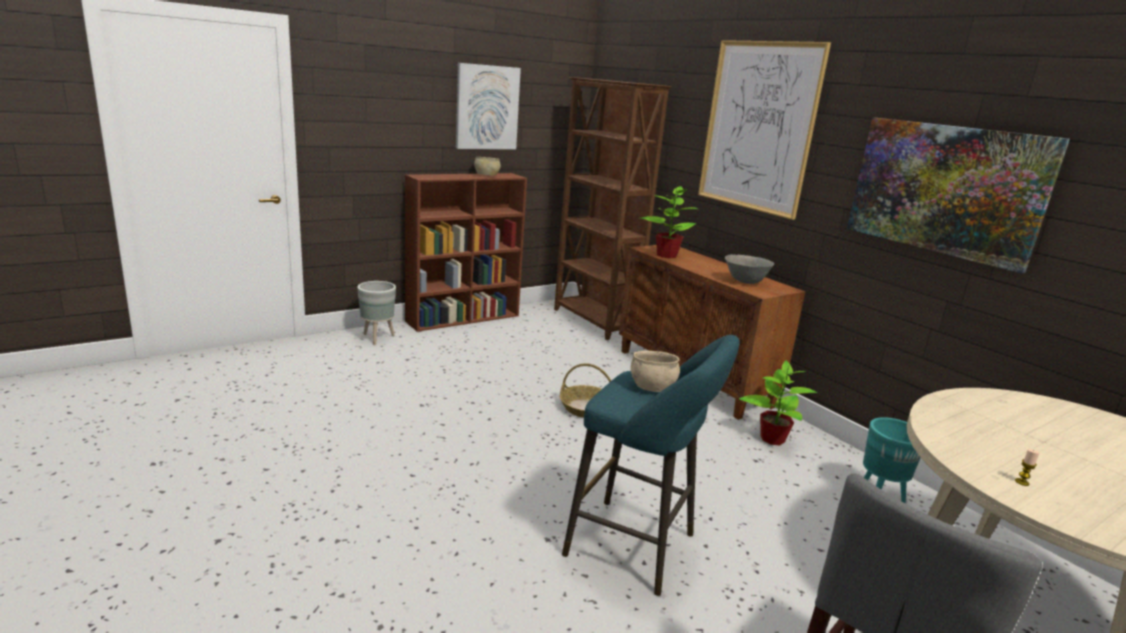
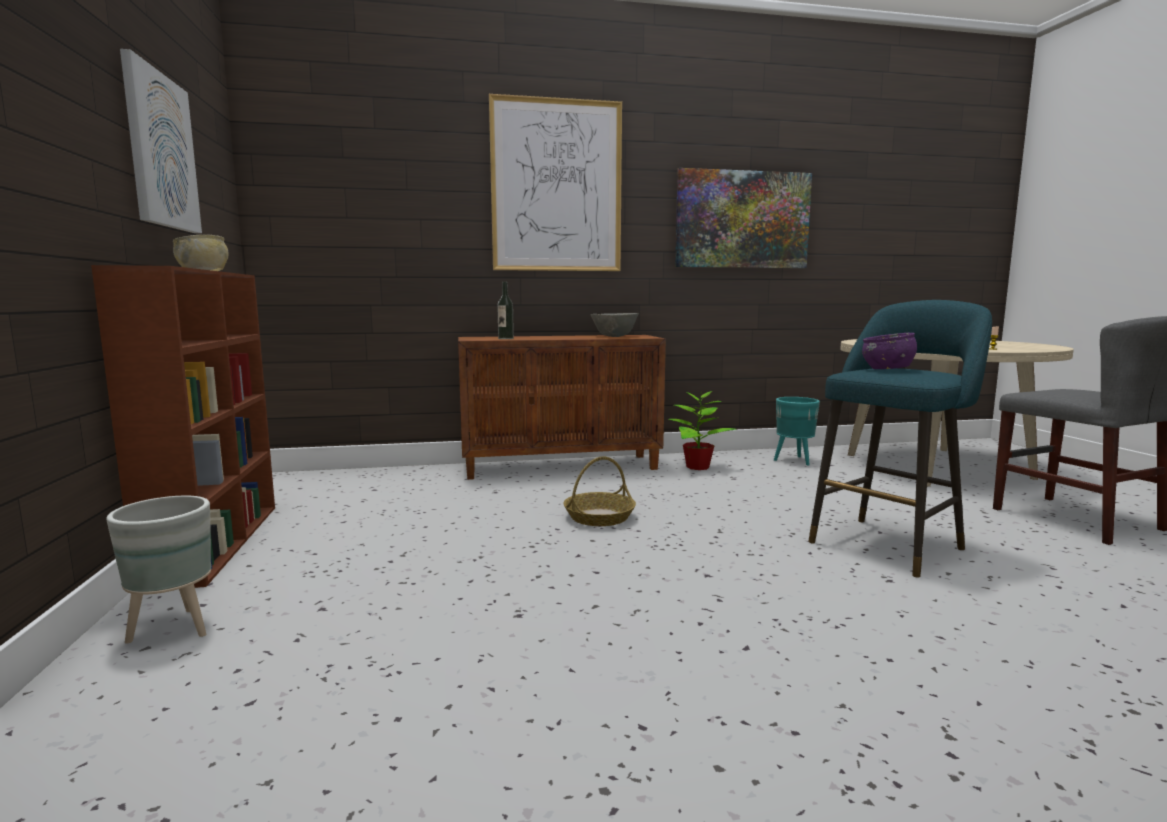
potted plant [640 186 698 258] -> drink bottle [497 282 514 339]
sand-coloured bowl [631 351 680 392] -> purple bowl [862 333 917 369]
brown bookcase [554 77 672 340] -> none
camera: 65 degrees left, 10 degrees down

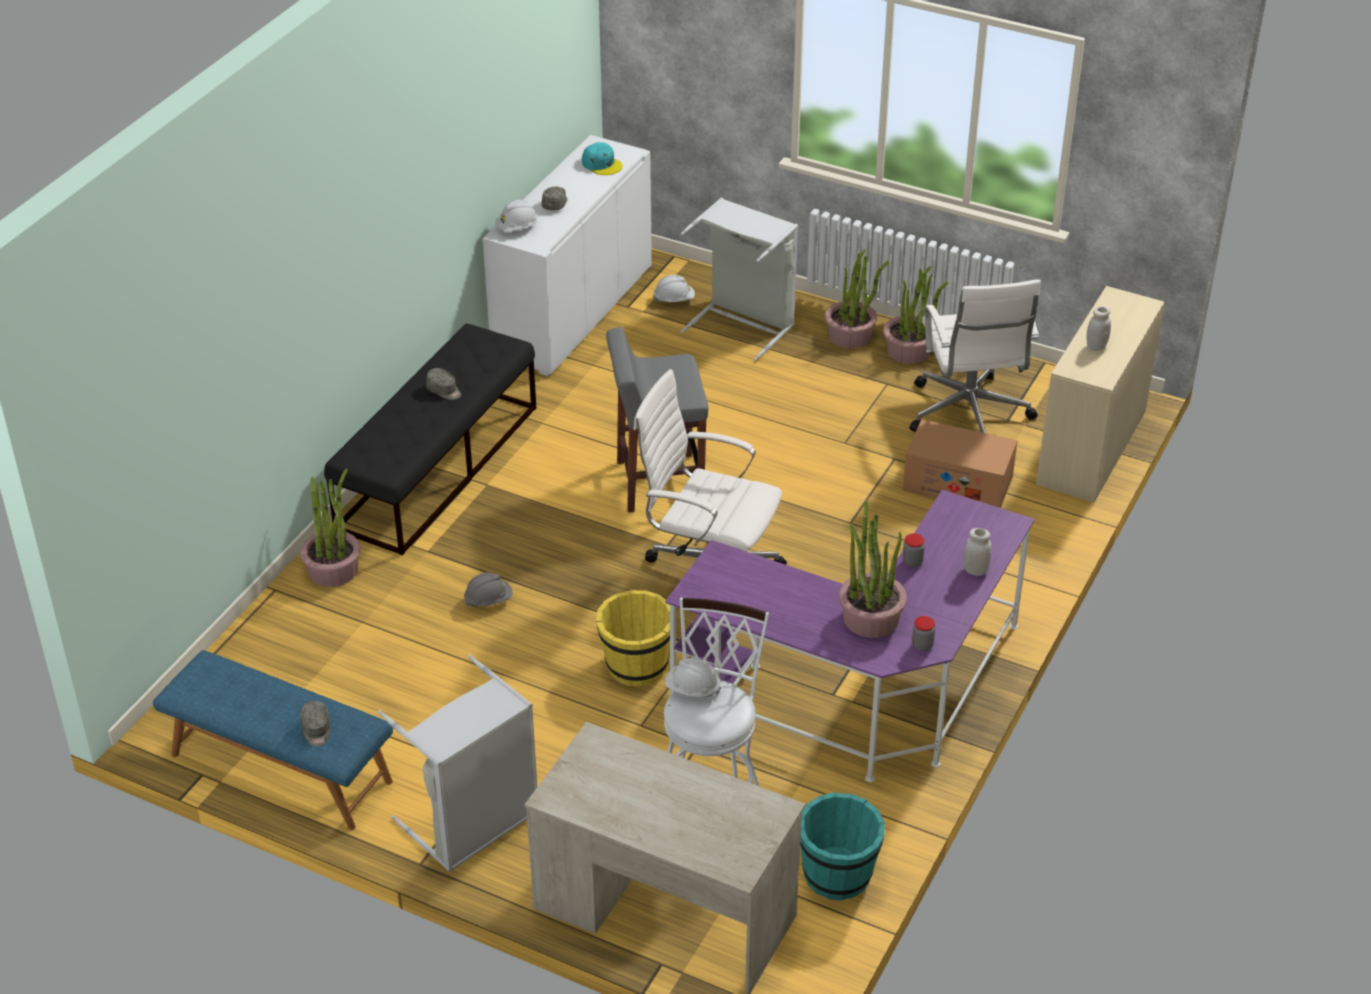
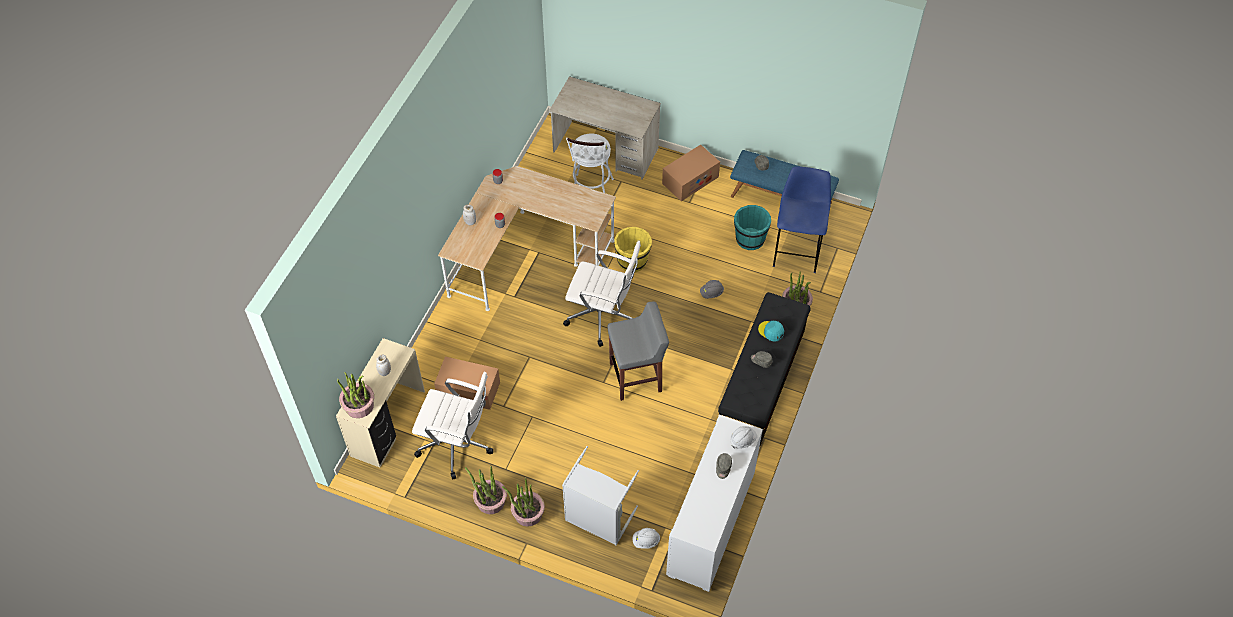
potted plant [839 501 907 638] -> potted plant [337 372 374 418], move
whitish computer chair [910 279 1041 433] -> whitish computer chair [412 372 493 480], 120 degrees clockwise
purple desk unit [665 490 1035 782] -> sand-coloured desk unit [438 166 616 311]
grey laundry basket [378 655 537 872] -> packing box [662 145 720 201]
turquoise-coloured bucket [800 792 885 900] -> turquoise-coloured bucket [734 205 771 250], move
turquoise-coloured peaked cap [582 142 623 175] -> turquoise-coloured peaked cap [758 321 784 341], move
none -> bluish stool seat [773 167 831 273]
camera: 175 degrees right, 15 degrees up

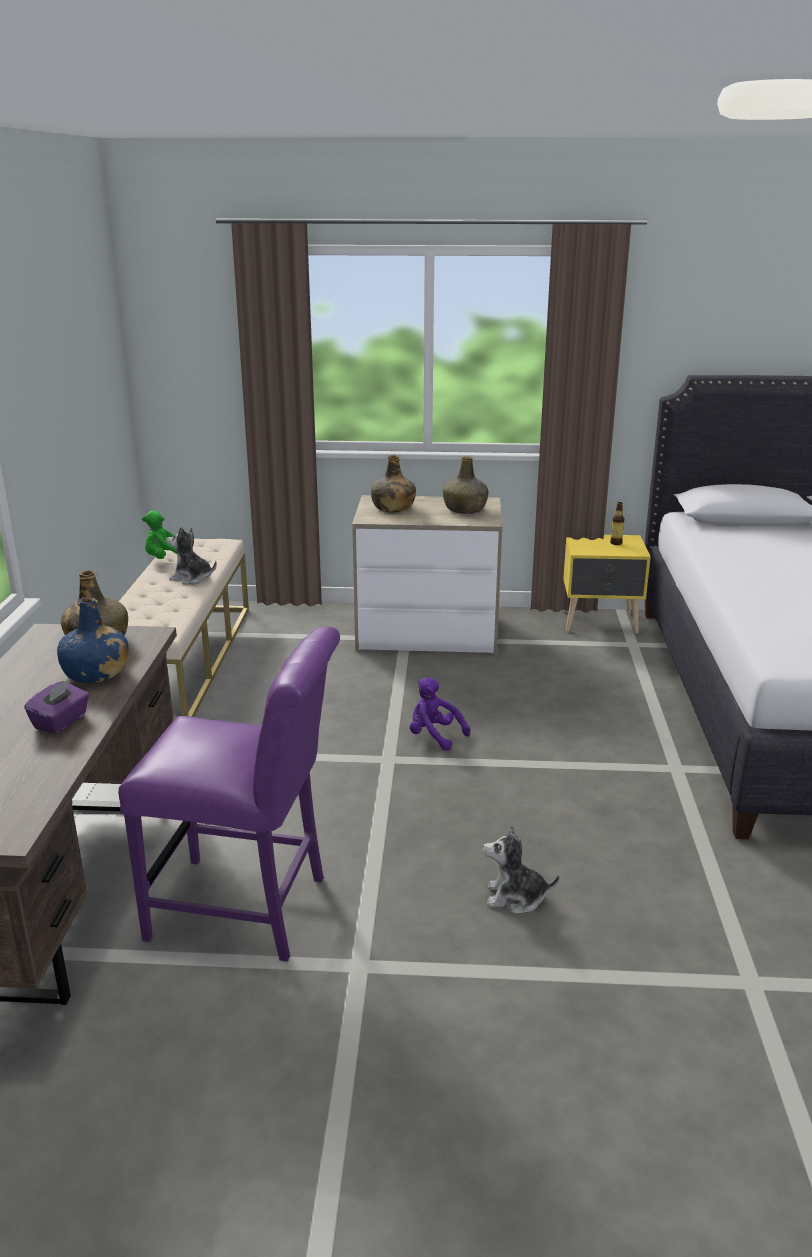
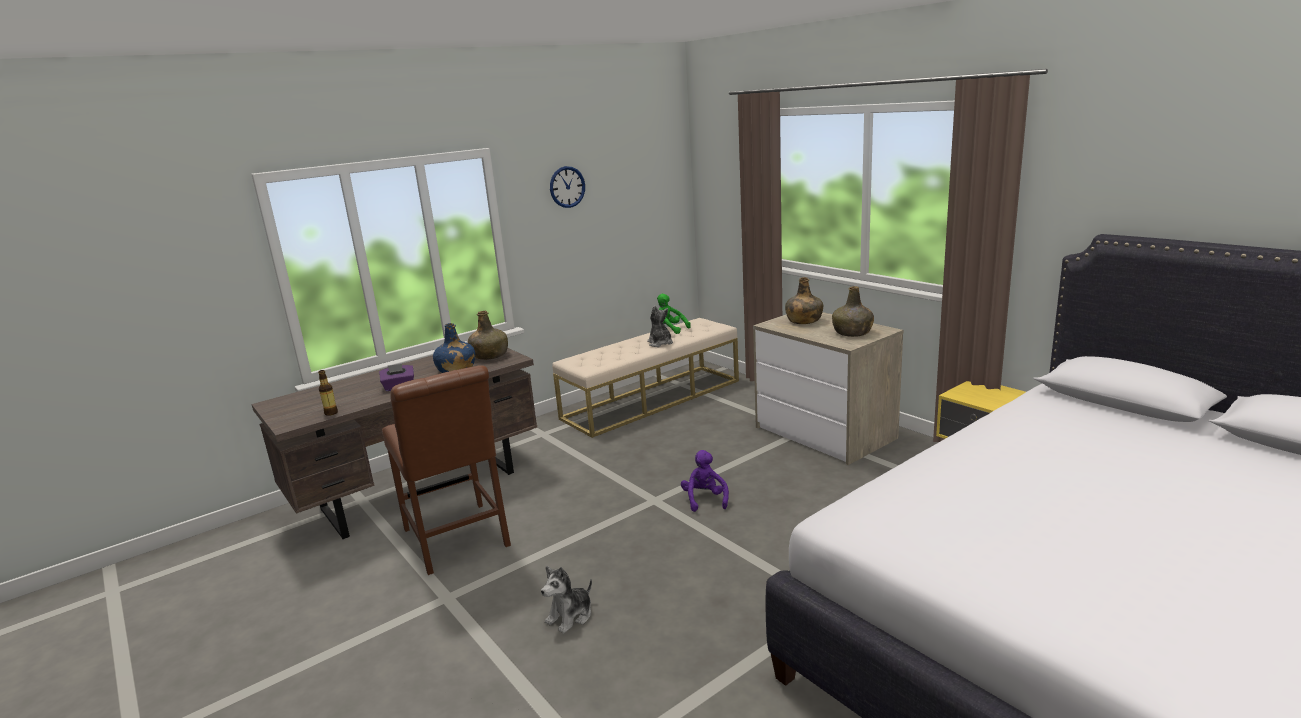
drink bottle [610 502 624 545] -> drink bottle [318 370 338 416], move
purple chair [118 626 340 962] -> brown chair [382 365 511 575]
soft toy [483 825 559 914] -> soft toy [541 566 592 634], 105 degrees counterclockwise
none -> wall clock [550 166 585 208]
camera: 50 degrees right, 5 degrees down

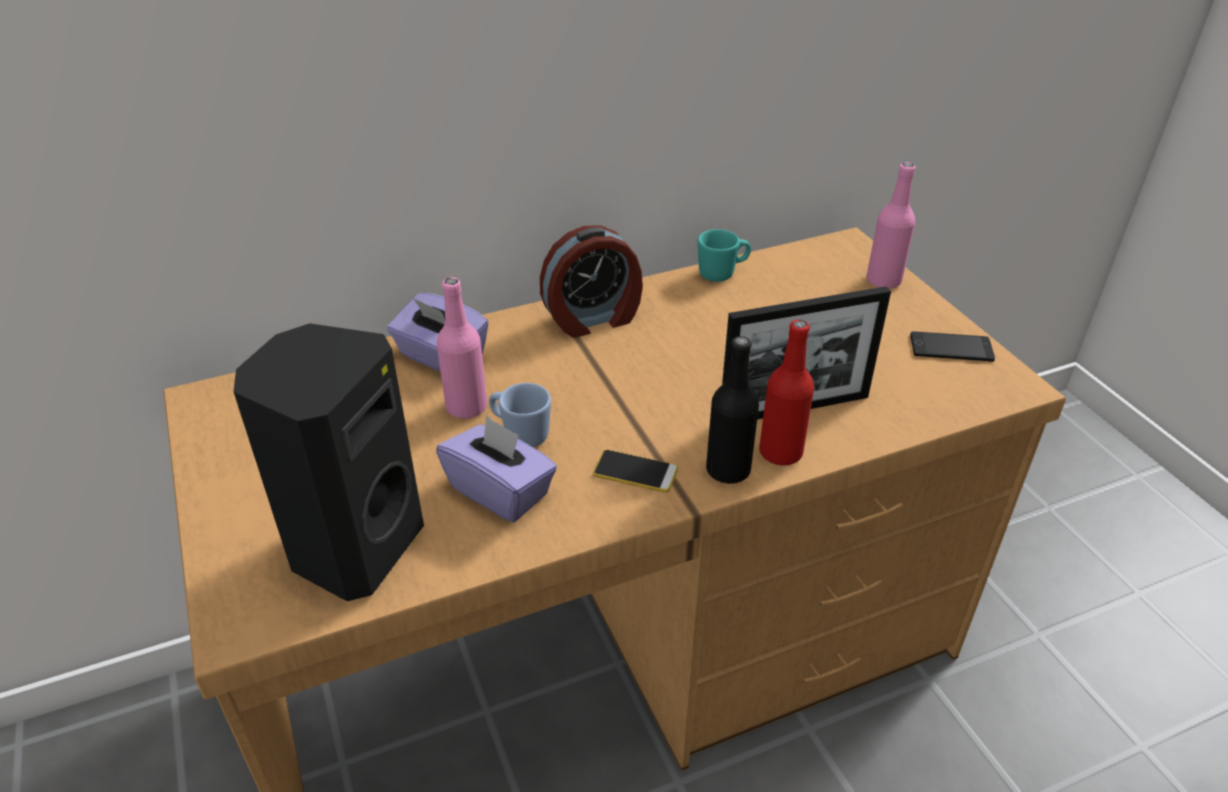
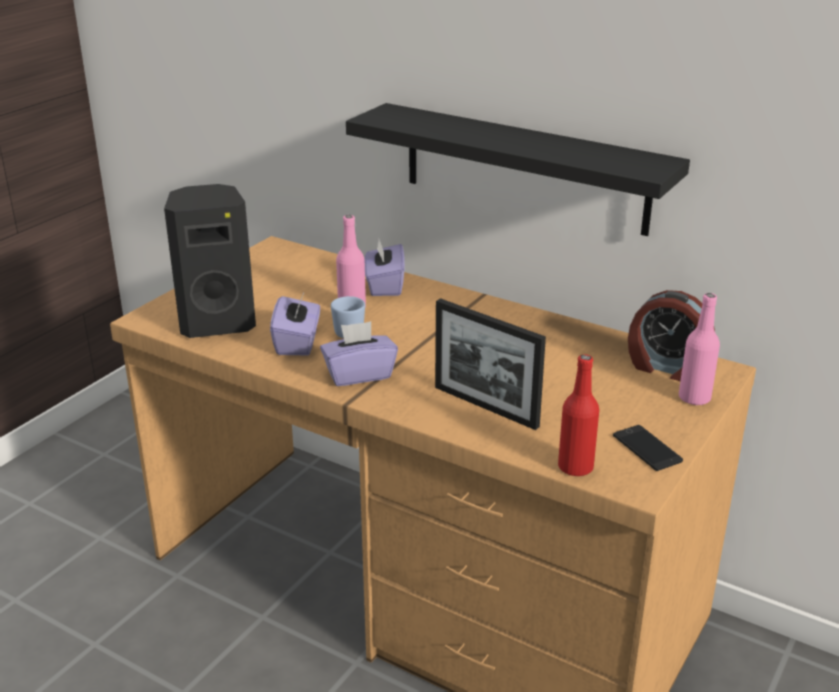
telephone [593 450 678 493] -> purple tissue box [320 321 398 386]
none -> black-coloured wall shelf [346 103 690 236]
reddish drink bottle [759 320 814 465] -> reddish drink bottle [558 354 599 476], move
alarm clock [540 225 643 338] -> alarm clock [628 290 715 381], move
turquoise-coloured mug [698 229 751 282] -> none
black-coloured drink bottle [706 336 759 484] -> none
camera: 55 degrees right, 10 degrees down

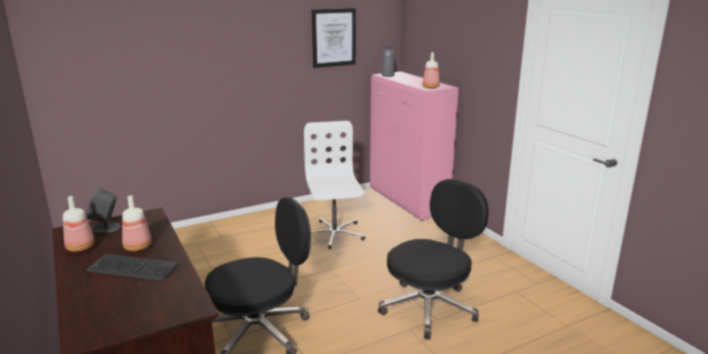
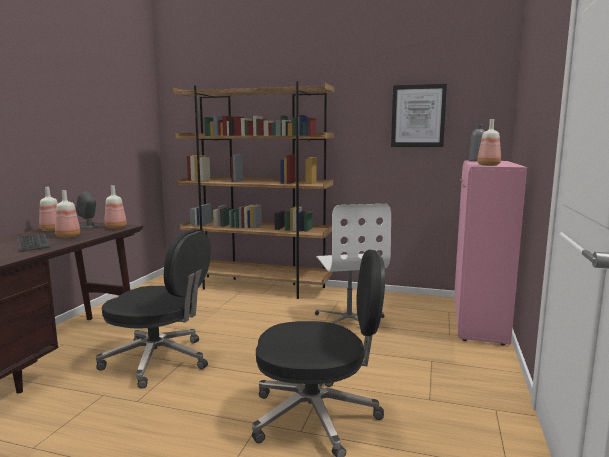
none -> drink bottle [104 185 127 229]
none -> brown bookcase [173 81 334 299]
whitish computer chair [304 121 365 249] -> whitish computer chair [315 204 391 323], 135 degrees clockwise
camera: 45 degrees right, 10 degrees down

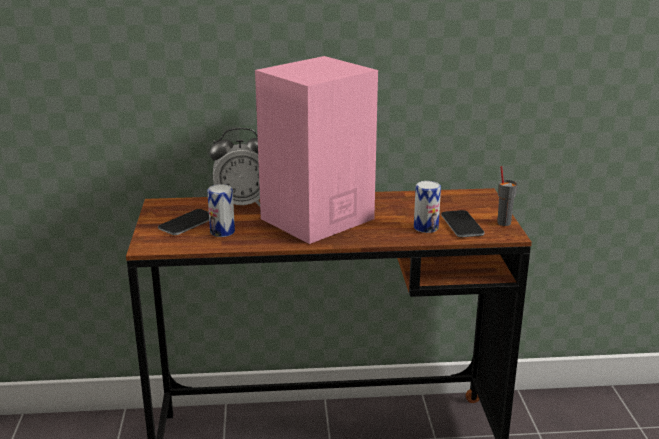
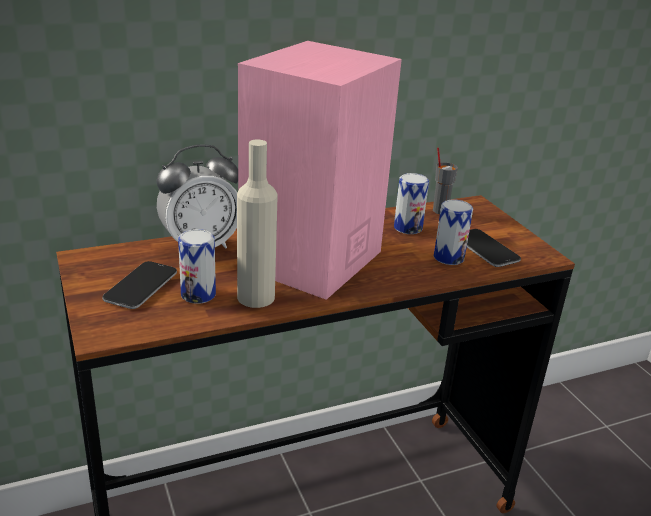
none -> sand-coloured drink bottle [237 139 278 308]
none -> metal can [394 173 429 234]
grey drinking cup [497 166 518 226] -> grey drinking cup [433 147 458 214], move
camera: 20 degrees left, 5 degrees up

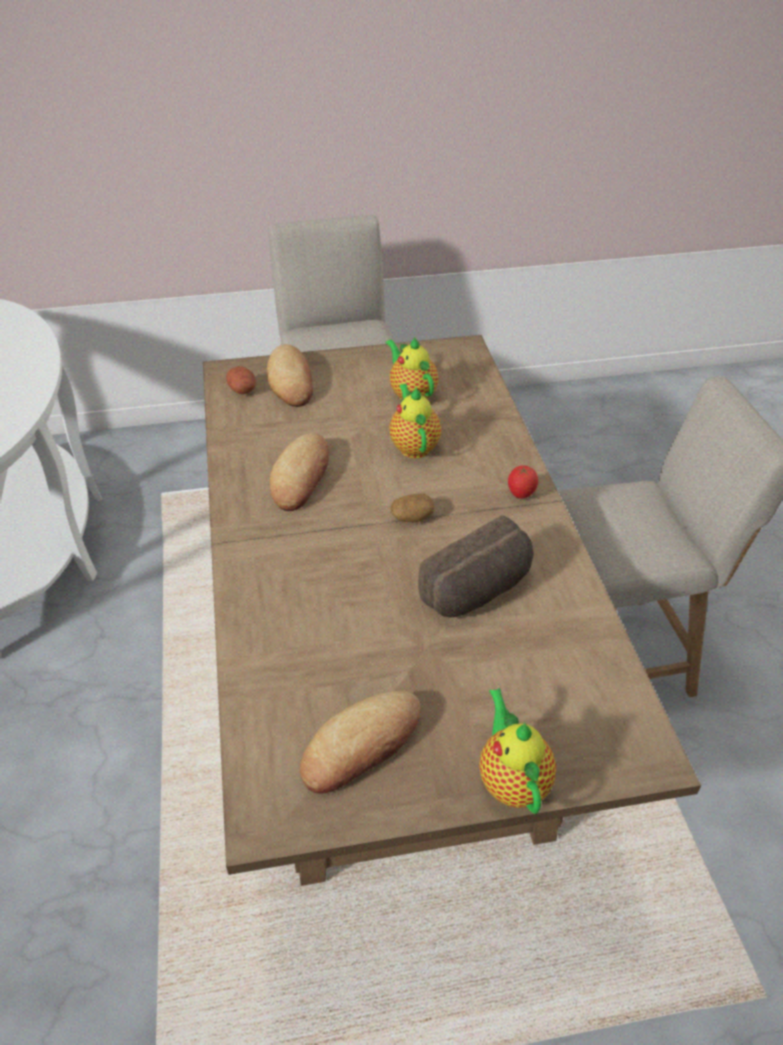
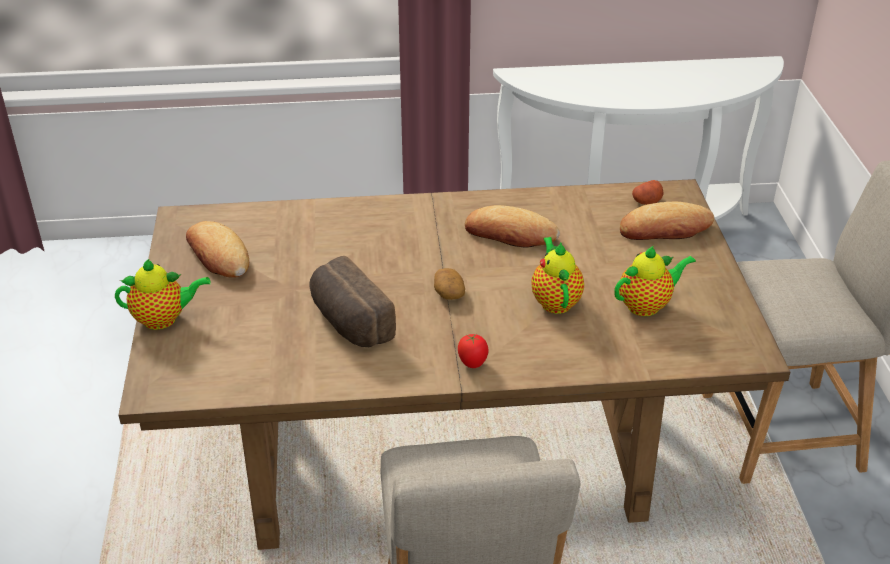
teapot [389 384 441 459] -> teapot [531 237 584 314], 90 degrees counterclockwise
camera: 95 degrees right, 5 degrees down

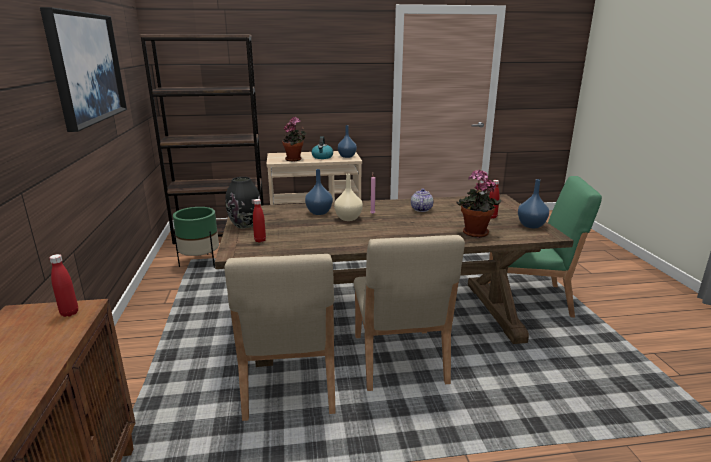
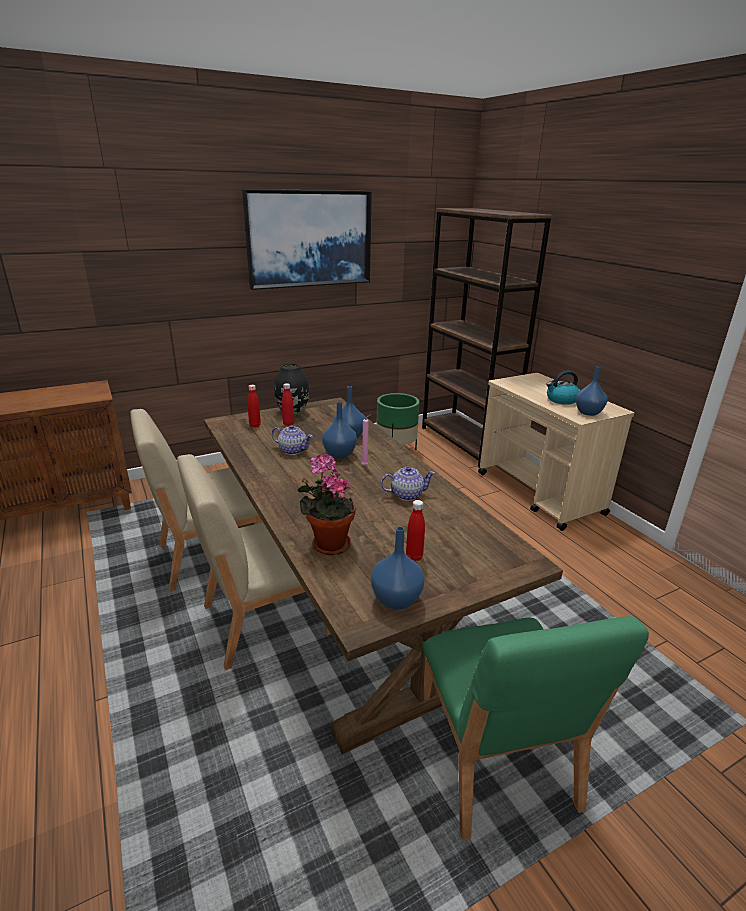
none -> teapot [272 425 313 455]
reddish drink bottle [49 254 78 317] -> reddish drink bottle [282 383 294 426], move
sand-coloured flower vase [334 174 363 221] -> bluish flower vase [322 401 357 458]
potted plant [282 117 306 161] -> none
camera: 70 degrees right, 5 degrees up

